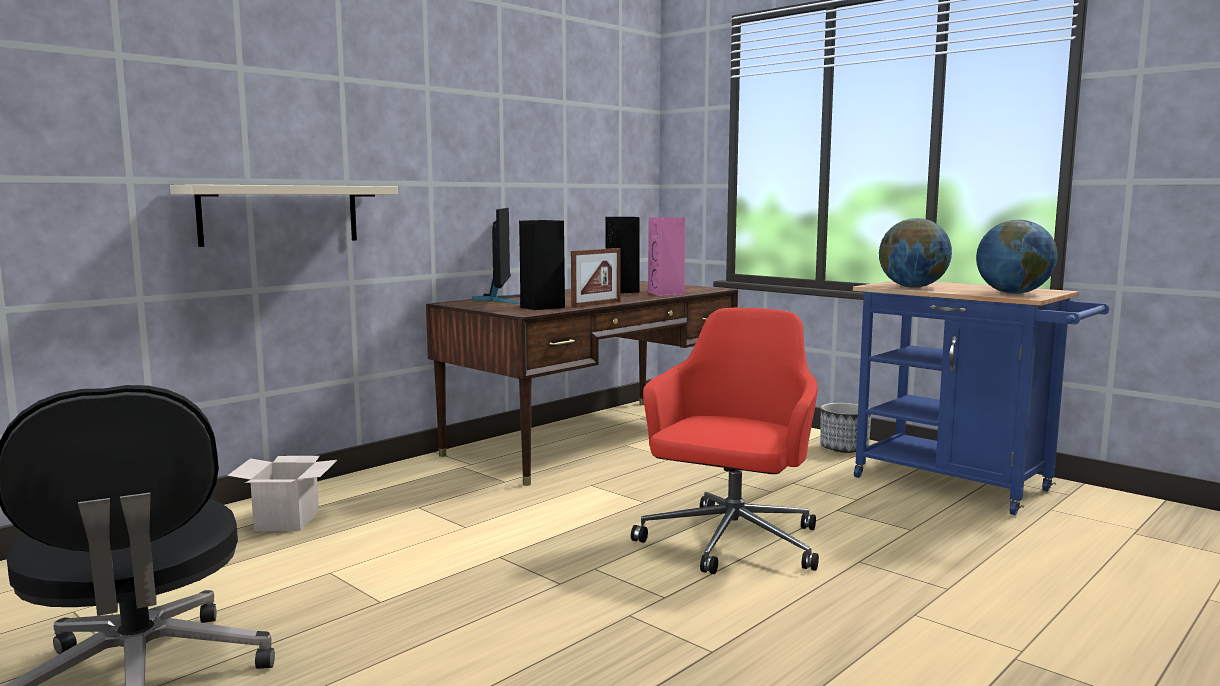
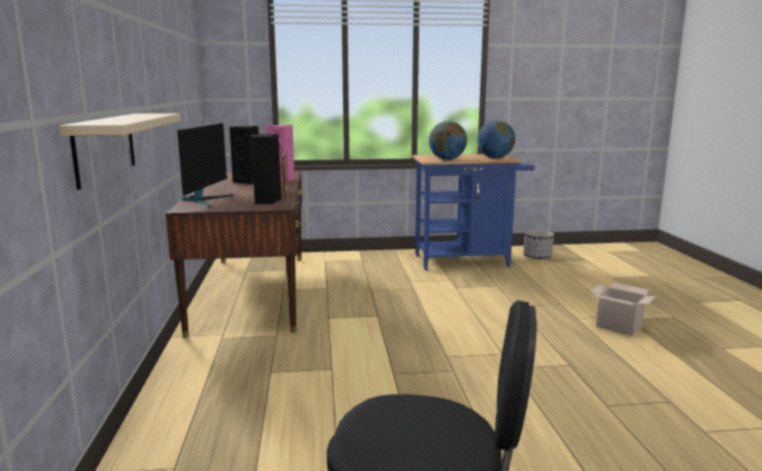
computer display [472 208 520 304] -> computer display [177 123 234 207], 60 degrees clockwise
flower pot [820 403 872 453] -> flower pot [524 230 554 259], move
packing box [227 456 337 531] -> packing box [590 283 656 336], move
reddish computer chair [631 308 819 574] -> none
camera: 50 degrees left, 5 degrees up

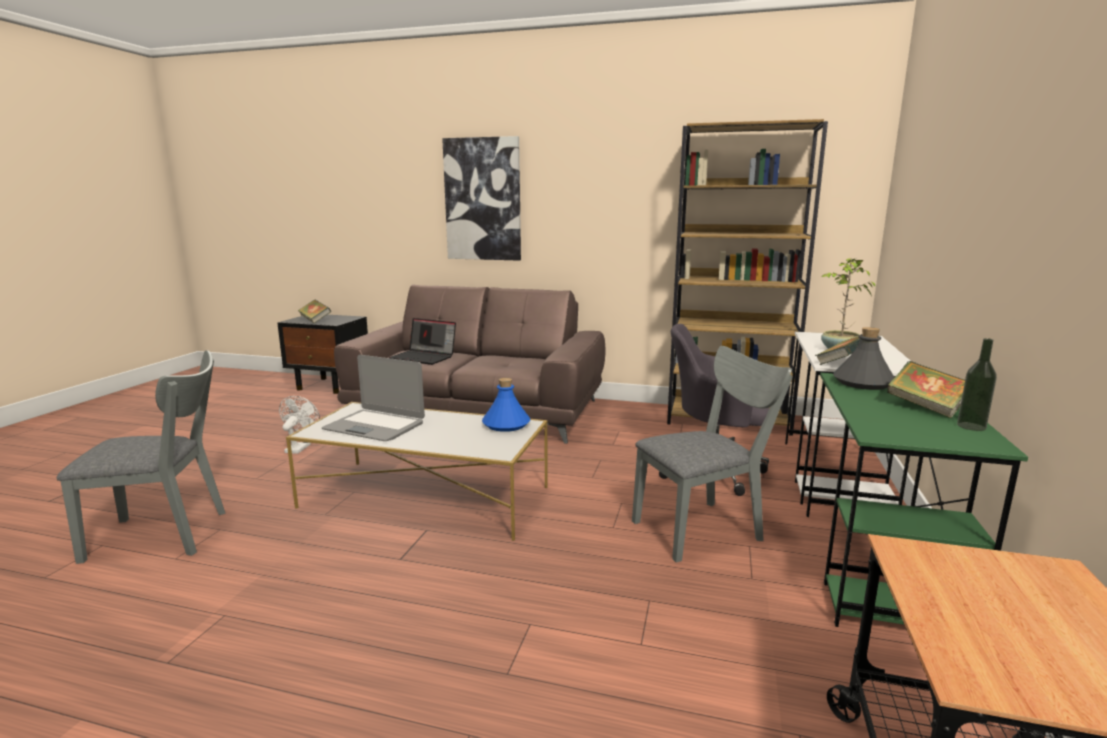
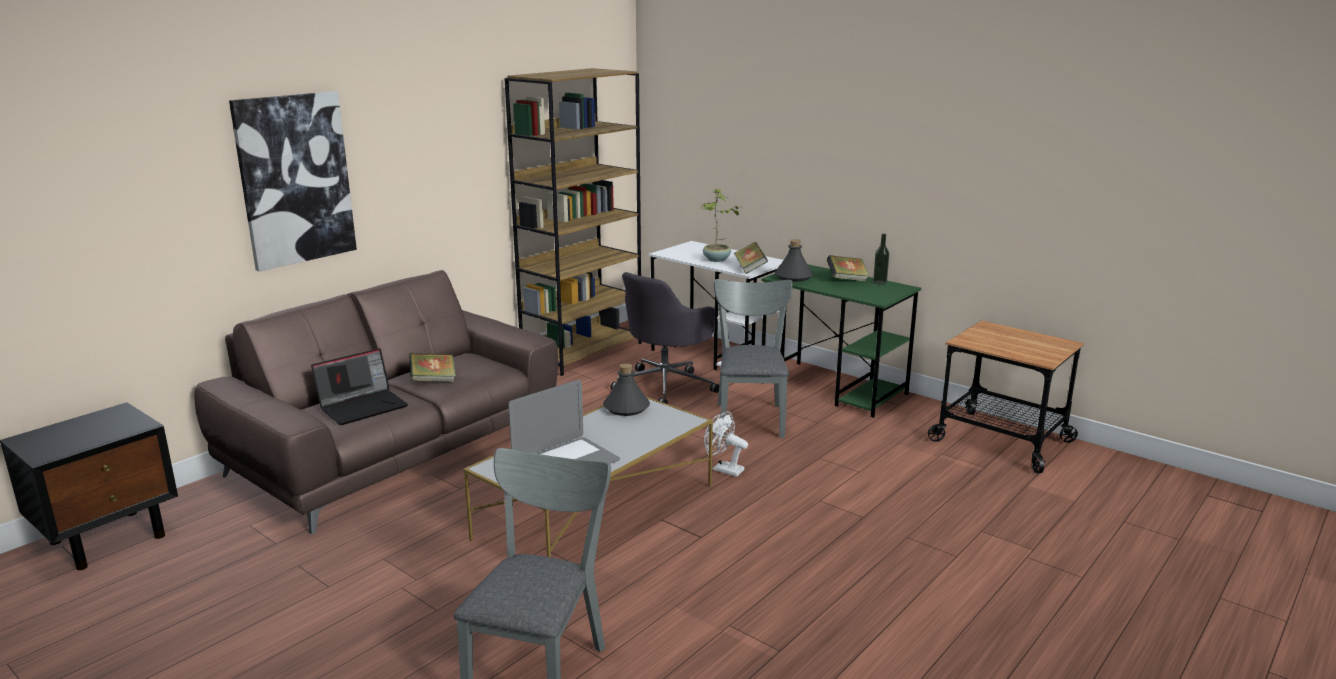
bound book [298 300 331 324] -> bound book [409 353 456 382], move
bluish drink bottle [482 378 530 432] -> grey drink bottle [603 364 650 416]
whitish electric fan [279 396 320 454] -> whitish electric fan [704 411 748 477], move
camera: 65 degrees left, 5 degrees up

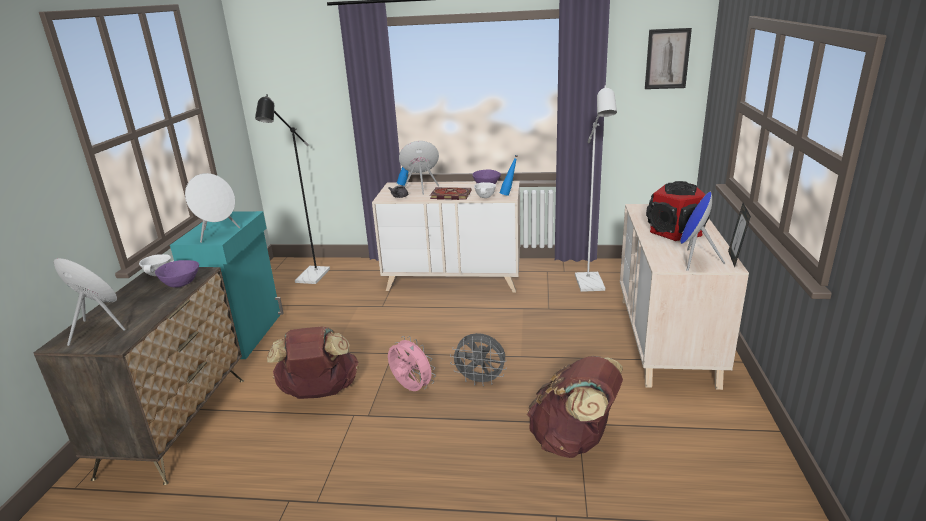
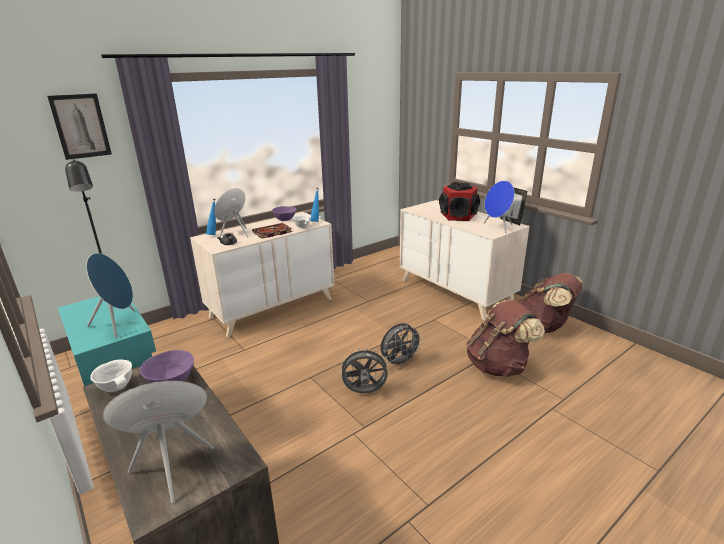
wall picture [645 28 692 89] -> wall picture [47 93 112 160], move
whitish speaker [185 173 240 243] -> bluish speaker [86 253 135 338]
pinkish electric fan [388 336 436 391] -> grey electric fan [339 347 390 393]
brown backpack [267 326 358 399] -> brown backpack [519 273 583 333], move
whitish floor lamp [575 85 617 292] -> none
camera: 45 degrees left, 0 degrees up

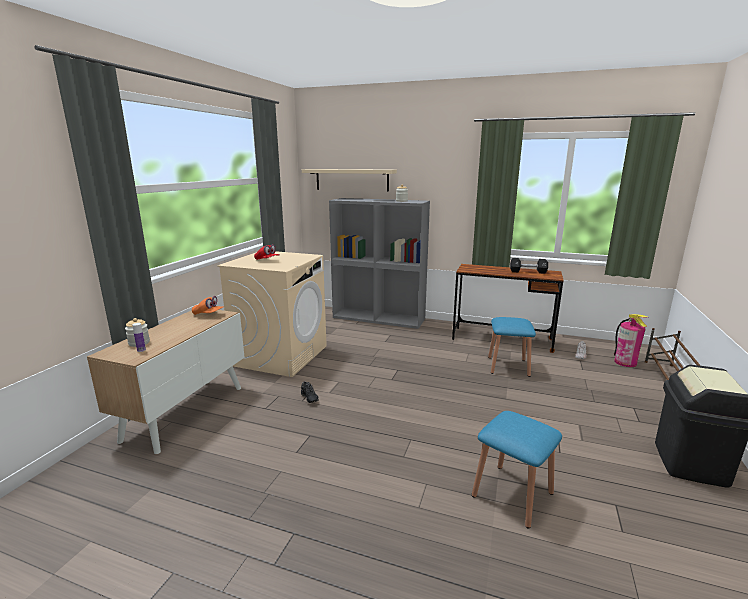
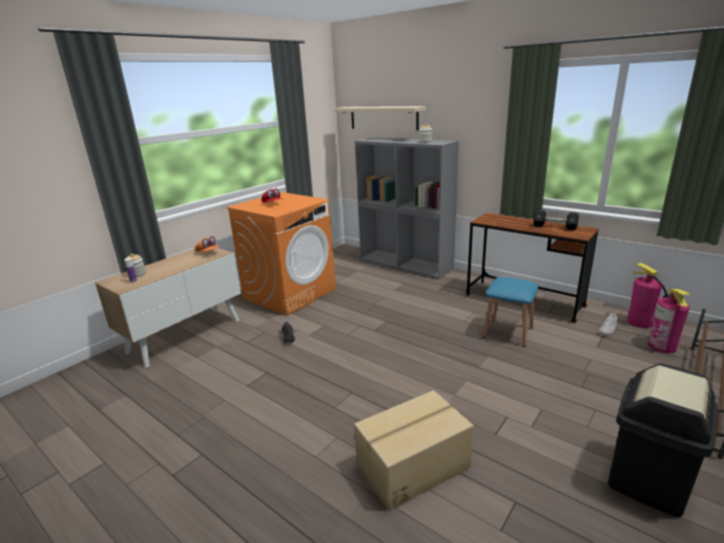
sand-coloured laundry machine [217 251 327 377] -> orangey laundry machine [227 192 336 316]
bluish stool seat [472 411 562 529] -> packing box [354 390 474 511]
none -> extinguisher [627 263 667 328]
camera: 20 degrees right, 5 degrees up

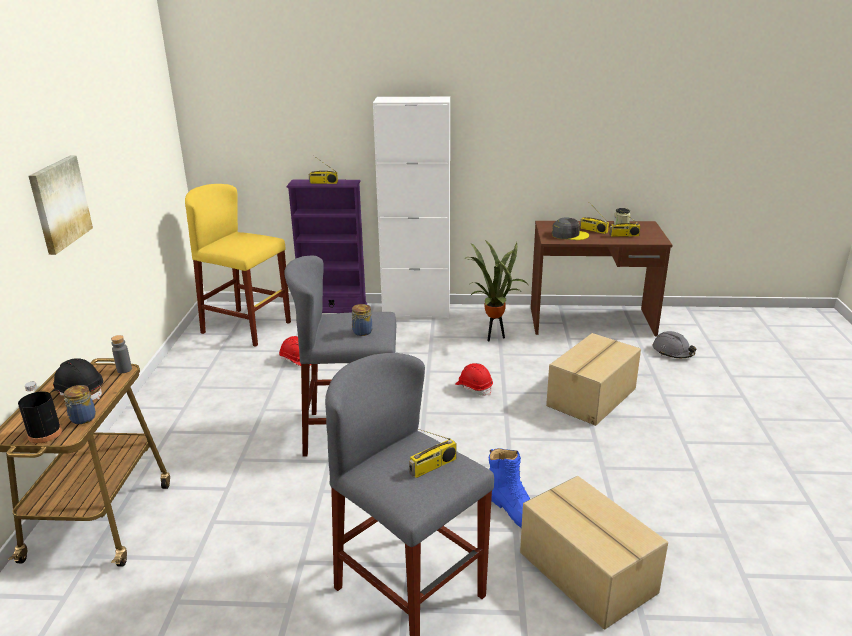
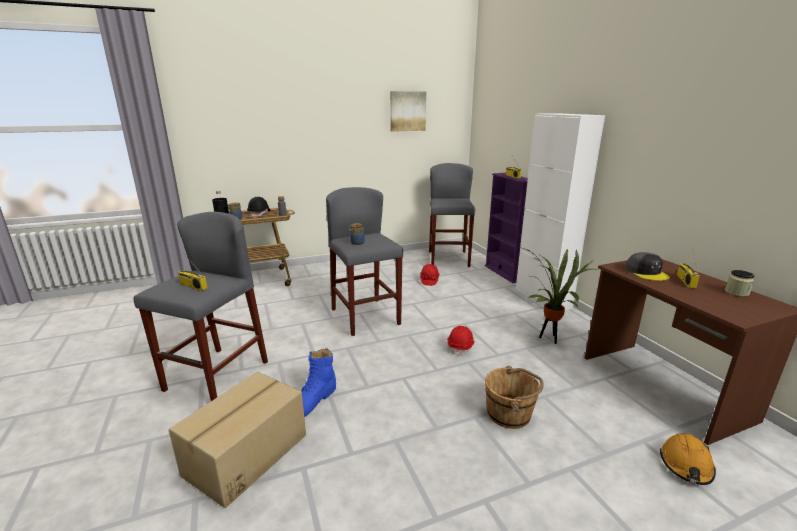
wall picture [28 156 93 255] -> wall picture [390 91 426 132], move
yellow-coloured stool seat [185 184 291 347] -> grey stool seat [429 163 475 267]
packing box [546 333 641 426] -> brown bucket [485 366 544 429]
grey work helmet [653 331 696 358] -> orangey work helmet [660 434 716 485]
radio receiver [609 209 641 237] -> none
camera: 65 degrees right, 5 degrees down

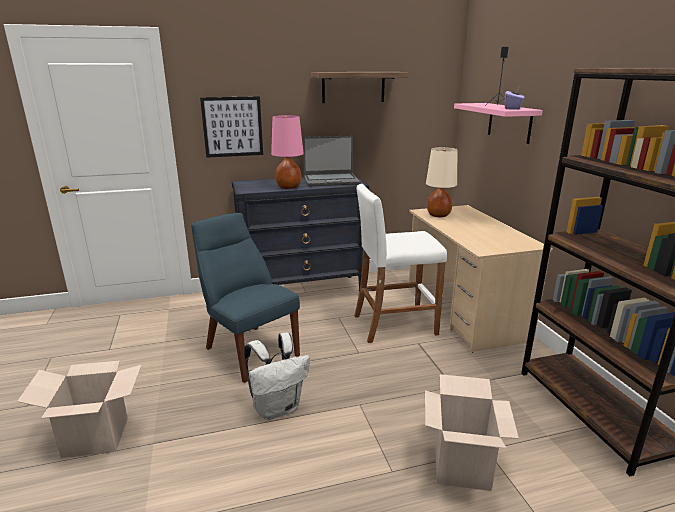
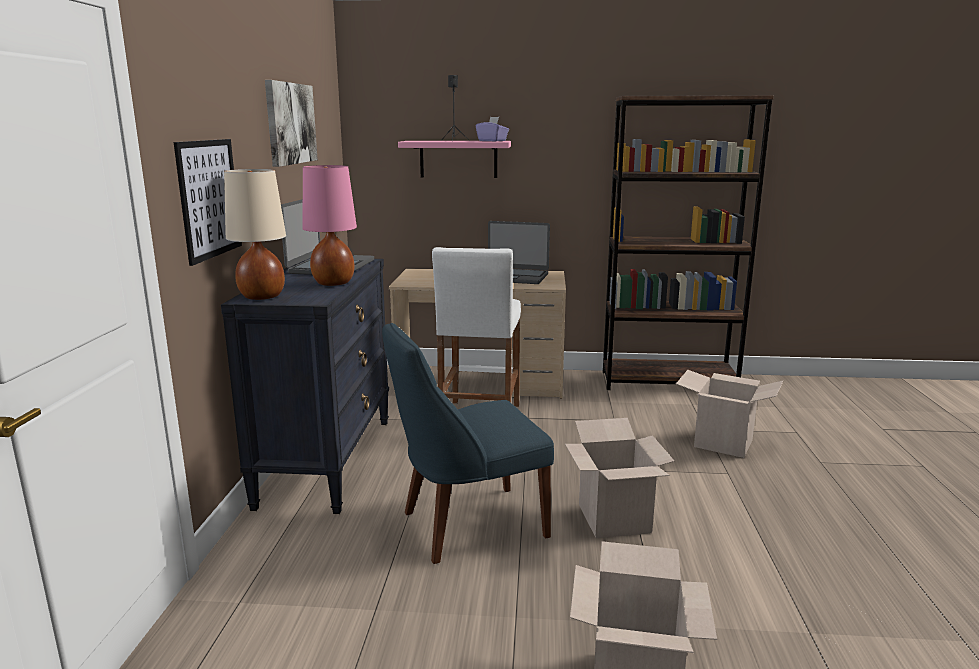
sand-coloured tabletop lamp [426 147 457 217] -> sand-coloured tabletop lamp [224 169 286 300], move
wall shelf [311 72 408 103] -> wall picture [265 80 318 167]
none -> portable computer [488 221 550 284]
whitish backpack [244 332 310 420] -> packing box [565 418 675 538]
camera: 70 degrees left, 5 degrees down

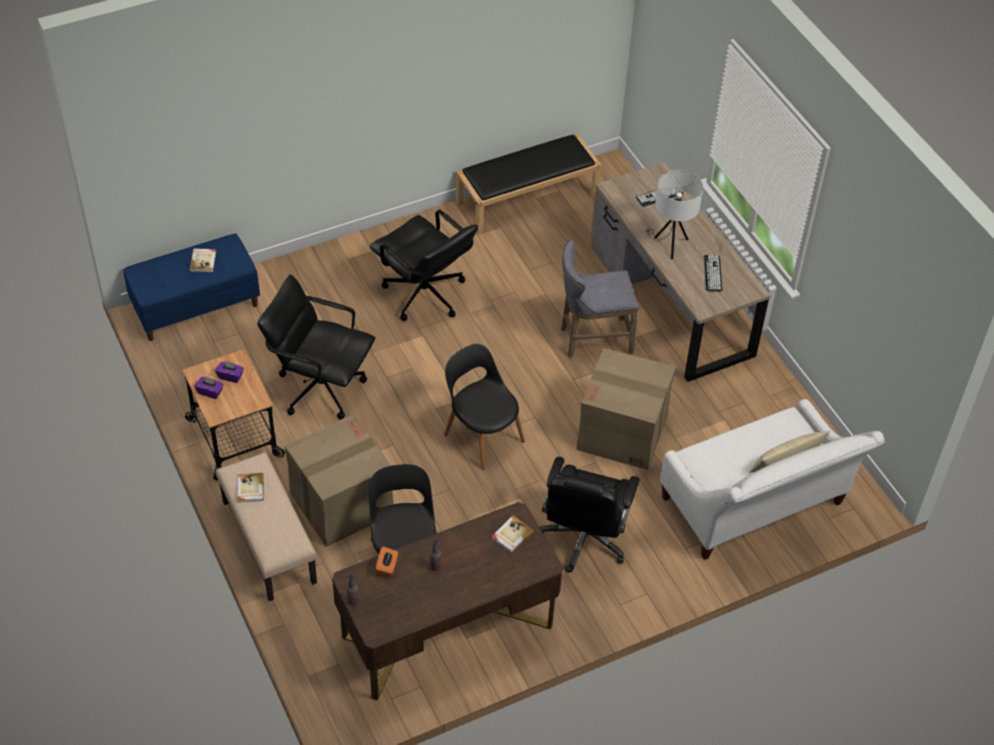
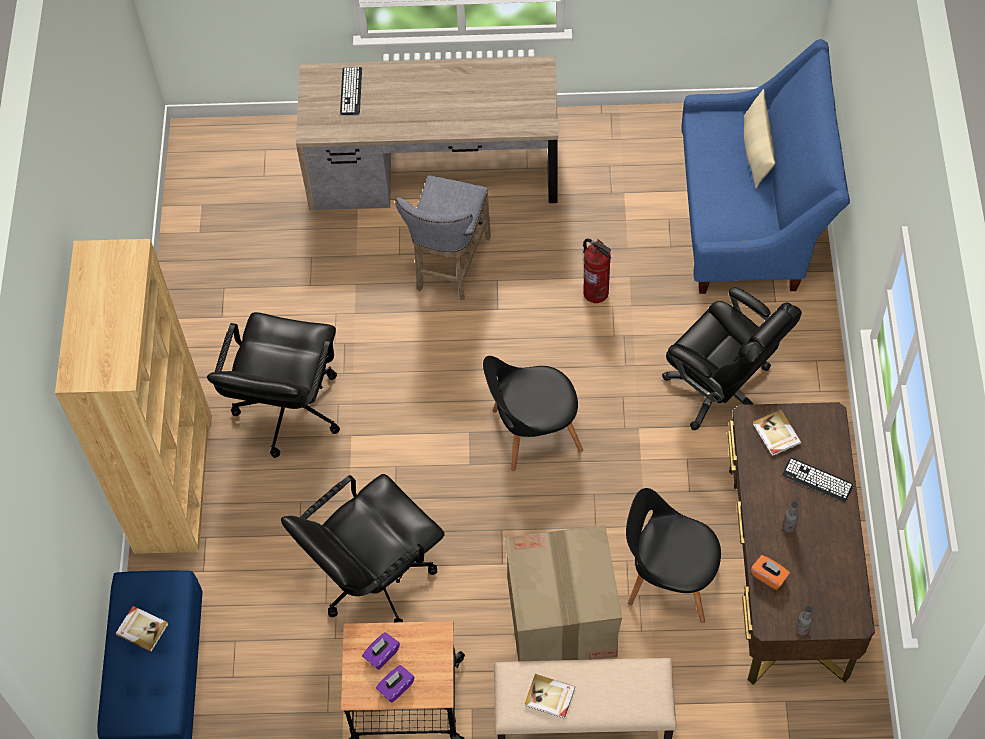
none -> brown bookcase [55 239 212 554]
black-coloured computer chair [370 210 478 321] -> black-coloured computer chair [207 312 340 458], 120 degrees clockwise
packing box [576 348 676 470] -> extinguisher [583 238 611 303]
whitish sofa [660 399 885 560] -> bluish sofa [681 39 850 294]
computer keyboard [704 255 722 292] -> computer keyboard [782 458 854 502], move
black-coloured indoor bench [456 133 601 235] -> none
whitish tabletop lamp [646 170 703 259] -> none
camera: 60 degrees left, 10 degrees up

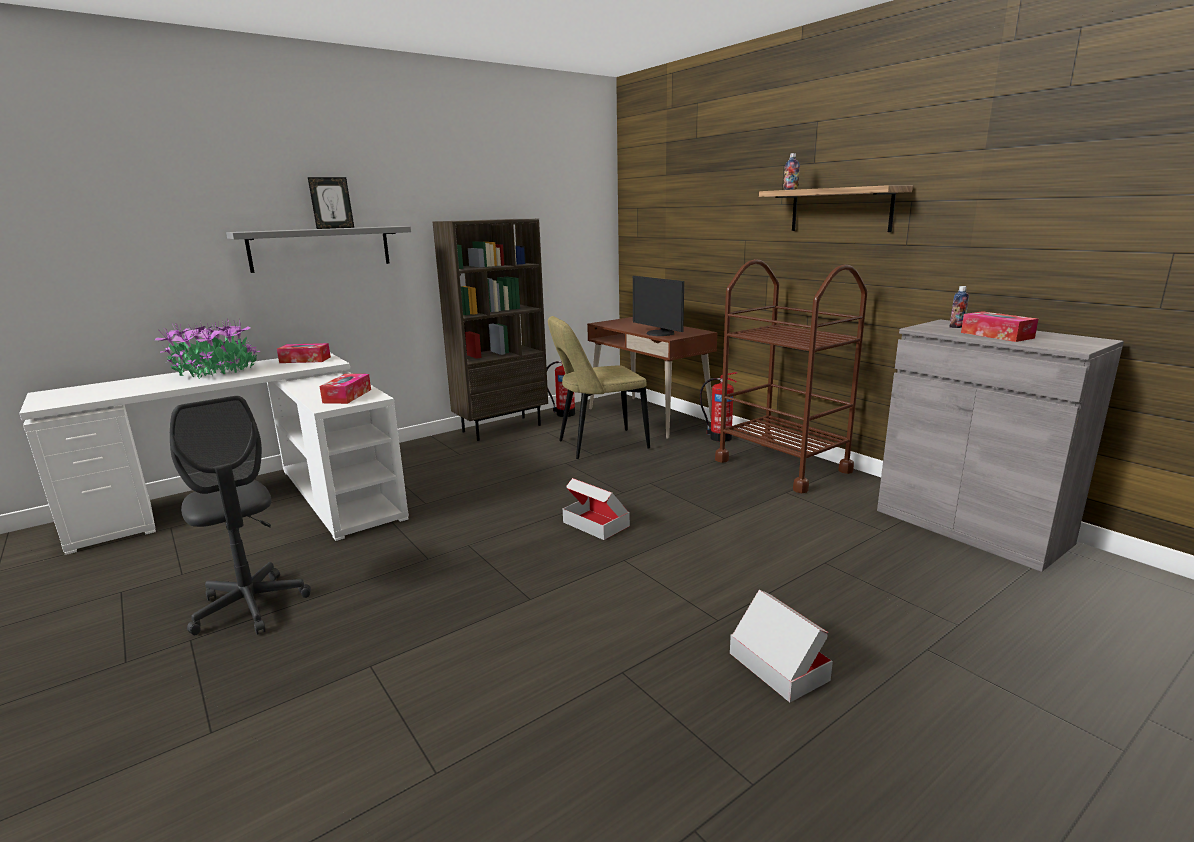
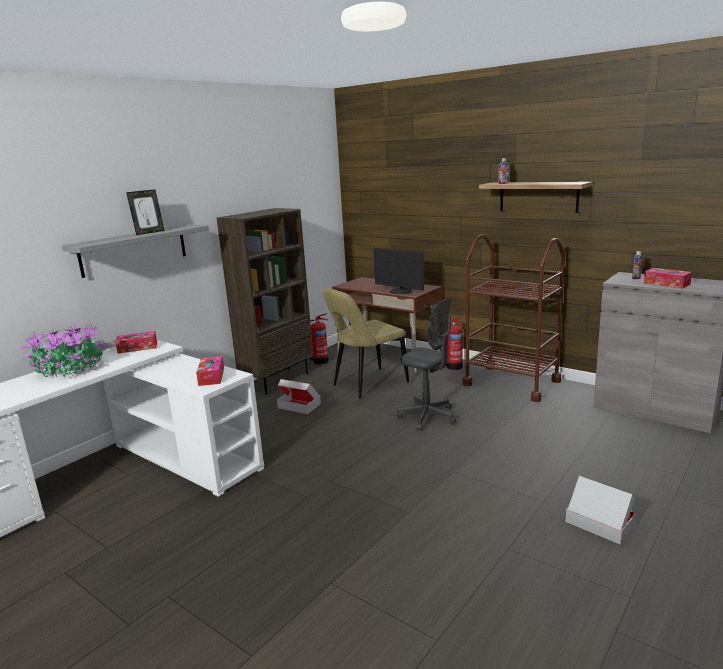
packing box [563 478 630 540] -> packing box [277 379 321 414], move
grey computer chair [170 396 311 635] -> grey computer chair [397 297 456 431], move
camera: 15 degrees left, 0 degrees up

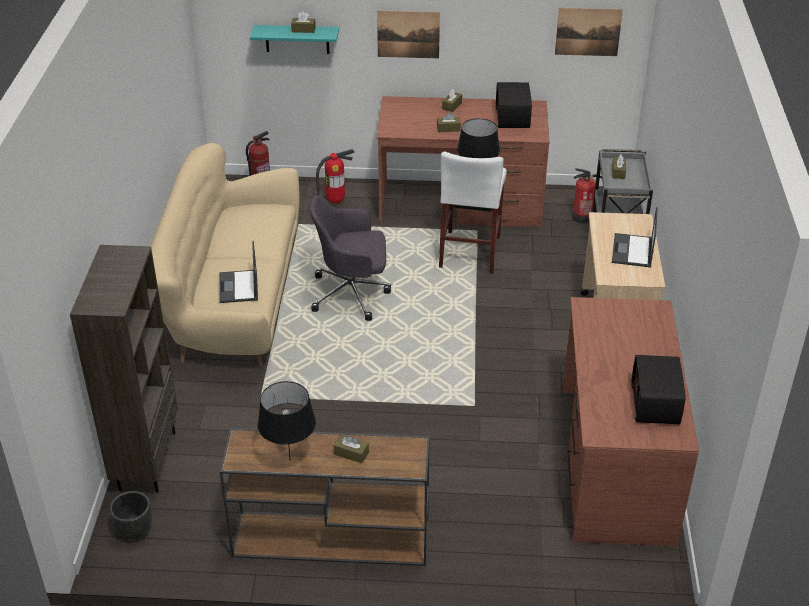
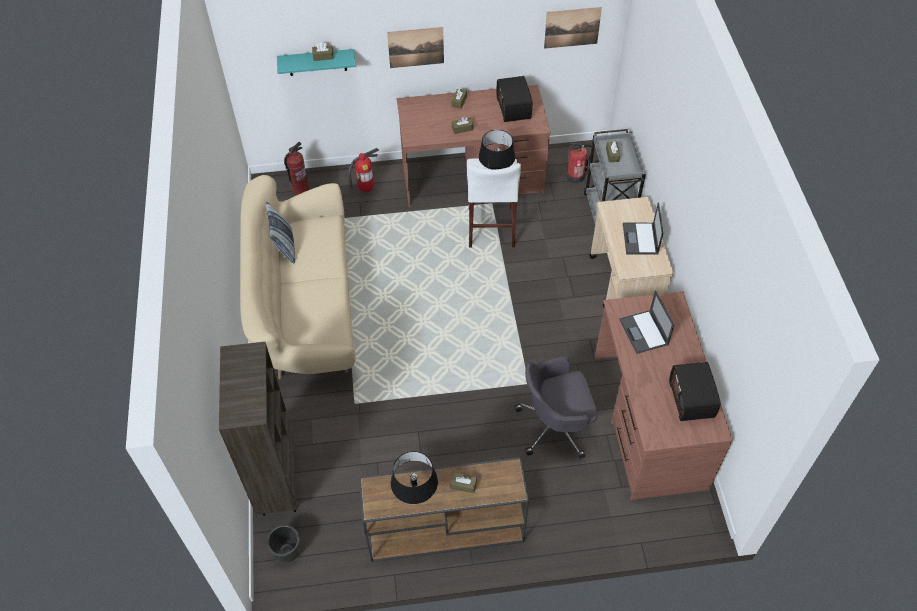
none -> pillow [266 201 295 263]
grey computer chair [309 195 391 321] -> grey computer chair [515 356 597 459], move
portable computer [219 241 258 303] -> portable computer [619 290 674 354], move
camera: 10 degrees left, 15 degrees up

